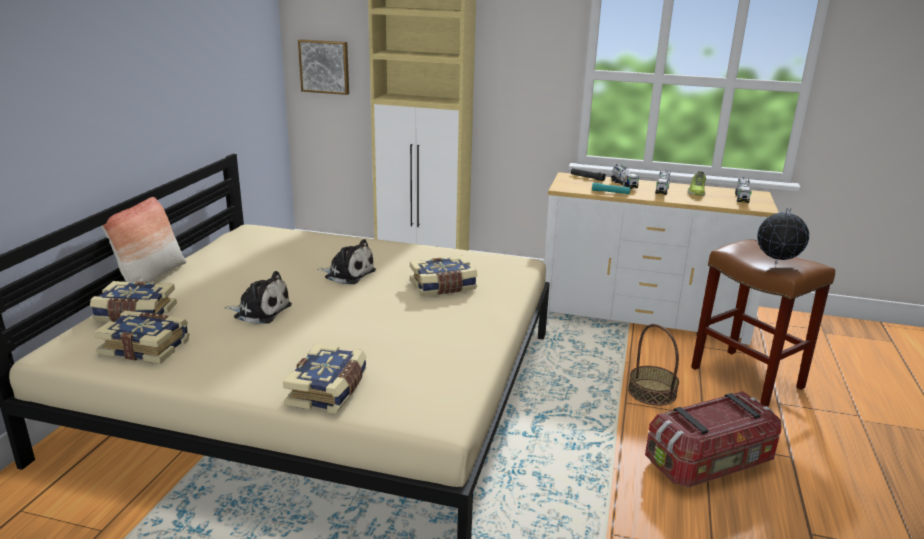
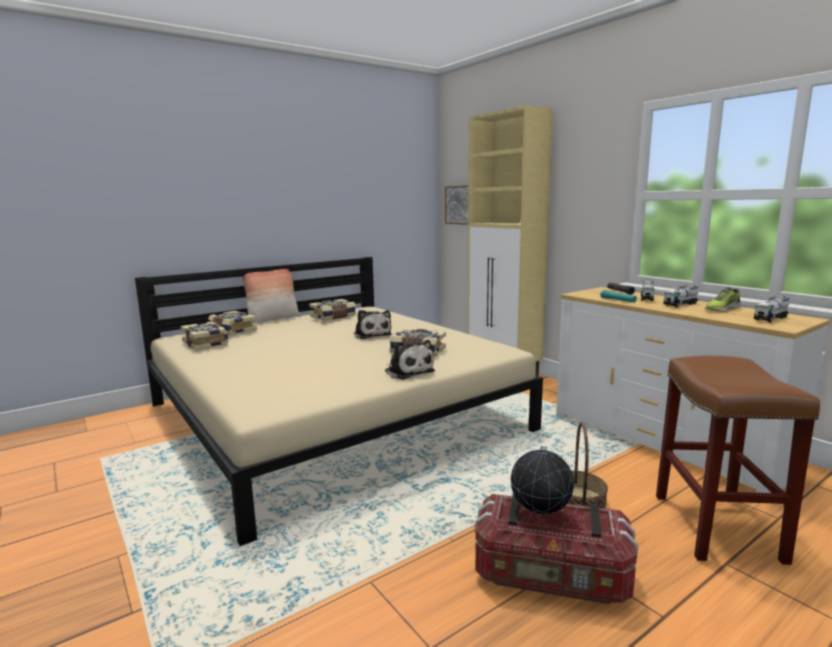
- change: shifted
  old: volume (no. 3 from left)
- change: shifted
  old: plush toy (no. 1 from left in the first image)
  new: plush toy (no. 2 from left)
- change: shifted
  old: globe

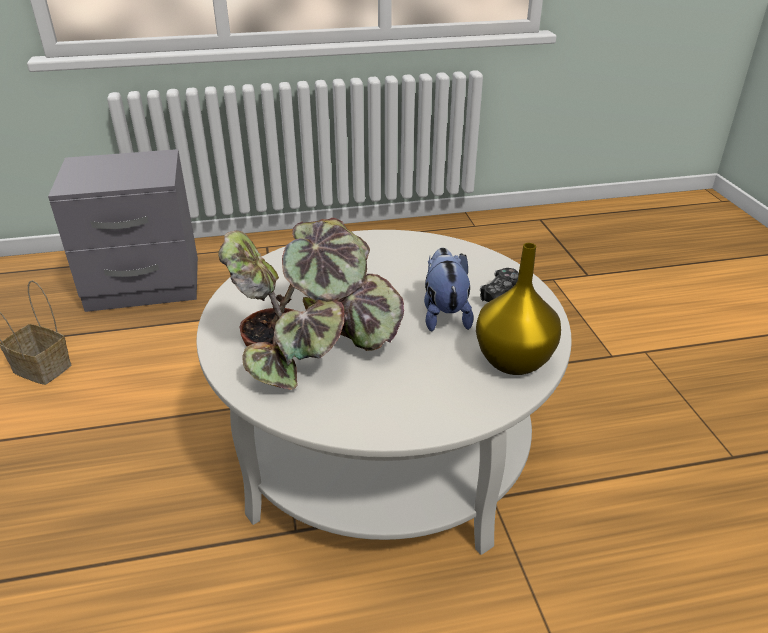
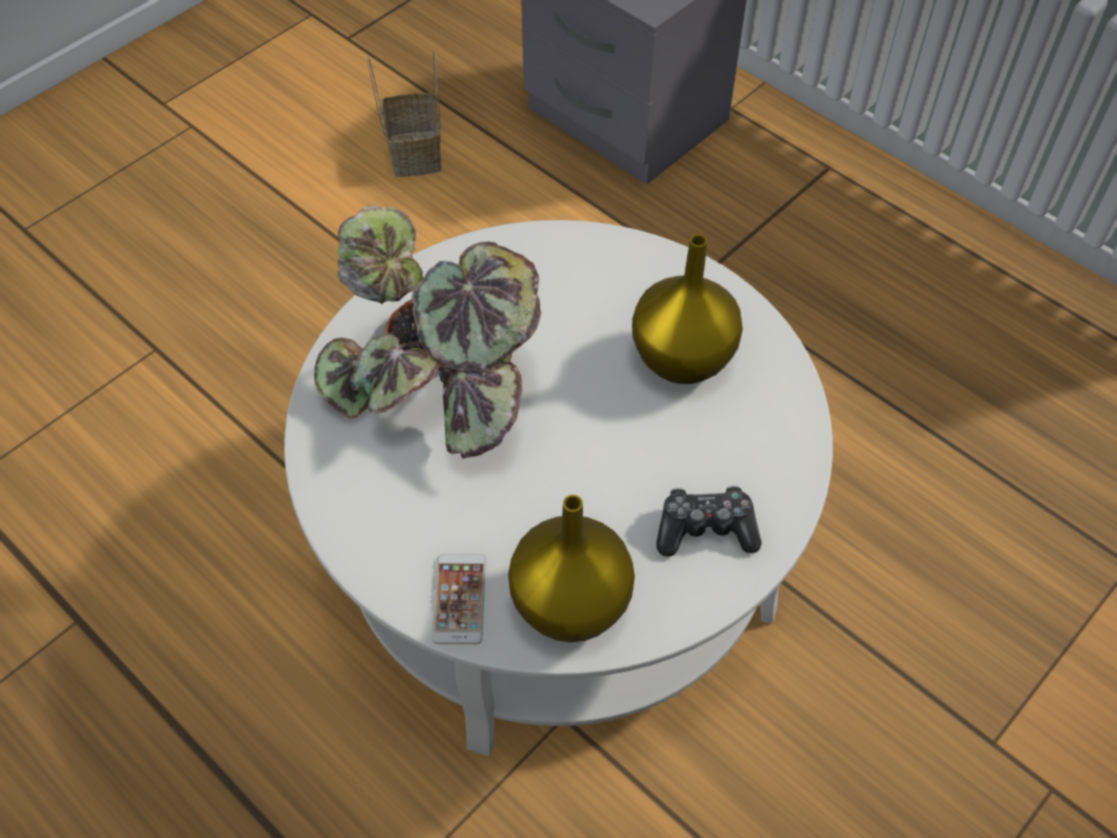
- change: new
  new: handset
- change: new
  new: yellow-coloured vase (no. 2 from left)
- change: gone
  old: plush toy

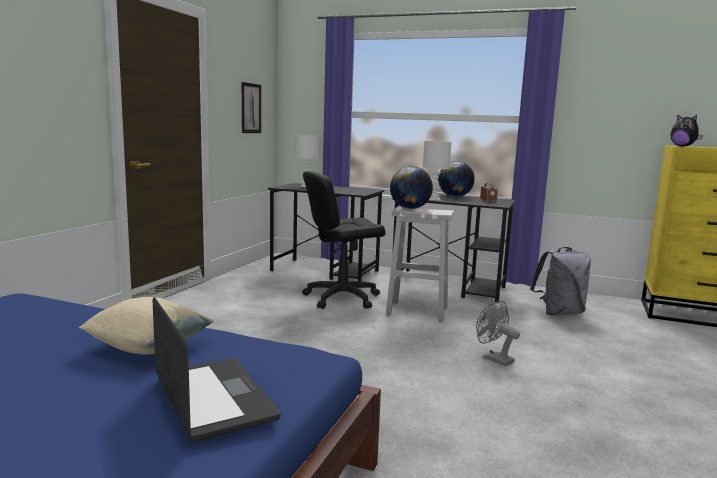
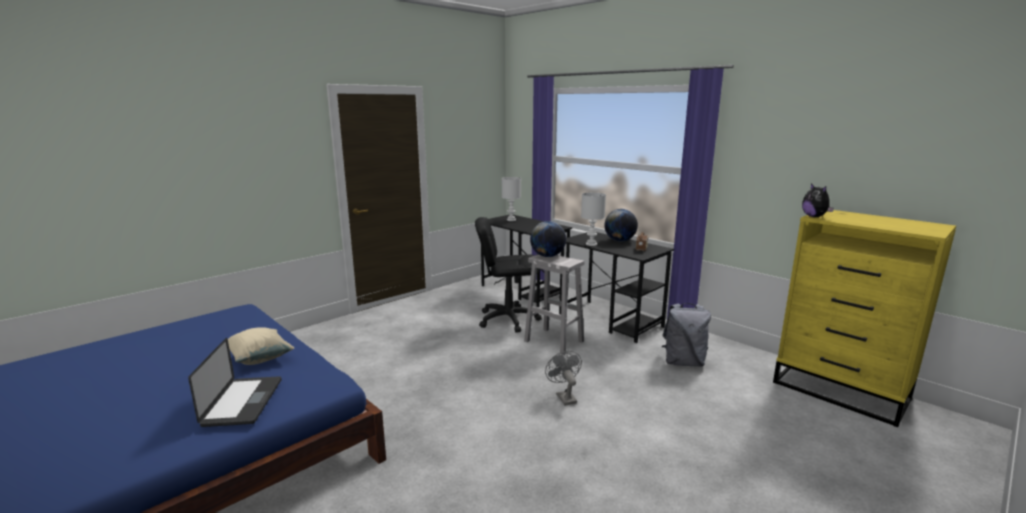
- change: gone
  old: wall art

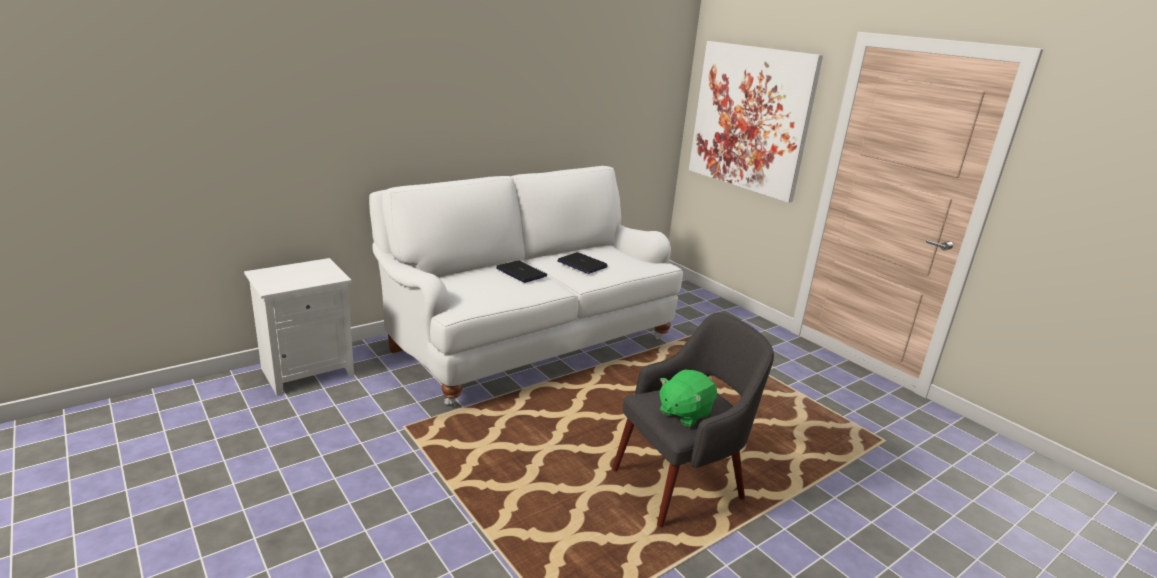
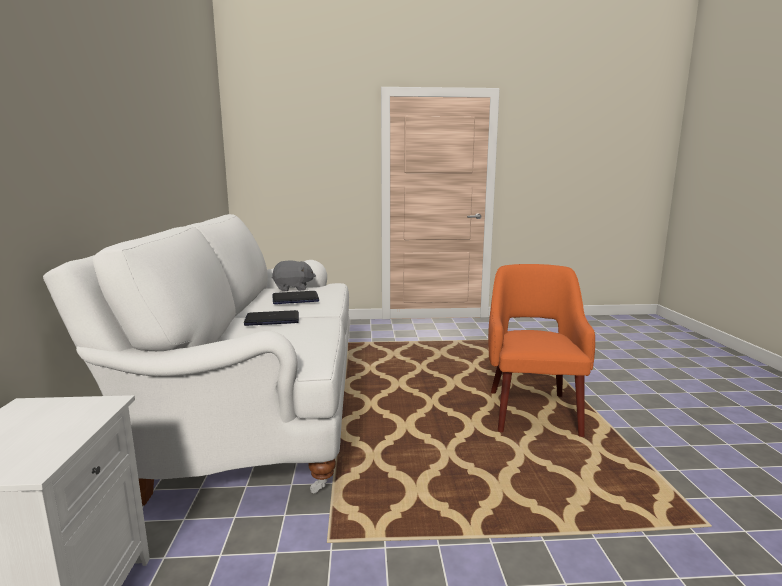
- change: new
  new: grey plush toy
- change: repainted
  old: grey armchair
  new: orangey armchair
- change: gone
  old: green-coloured plush toy
- change: gone
  old: wall art

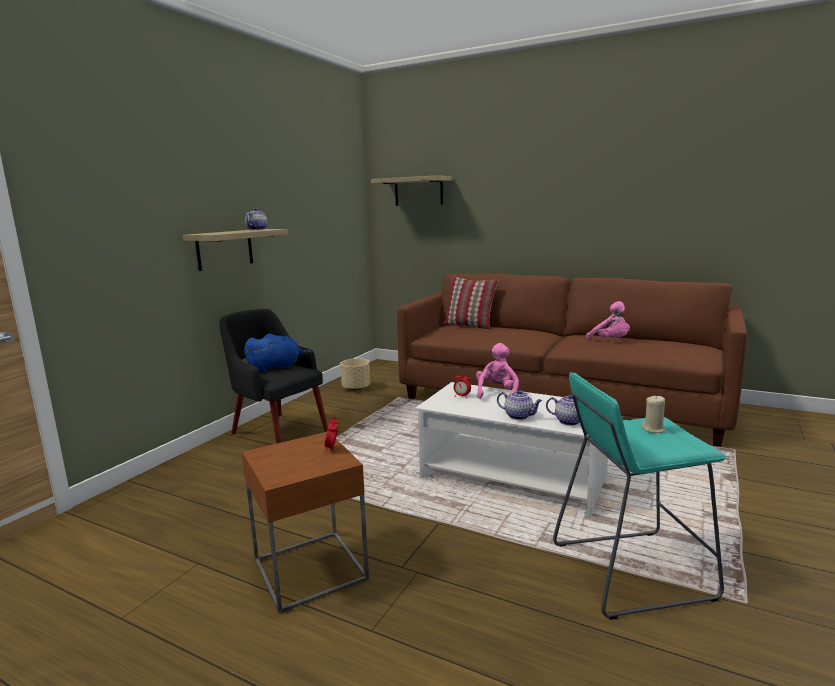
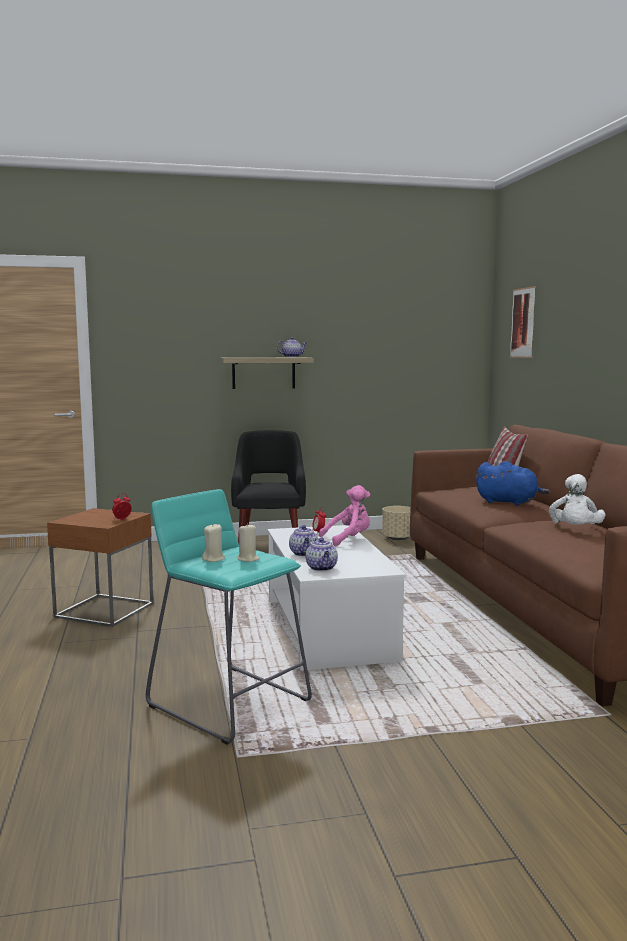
- change: new
  new: beige wax candle (no. 1 from left)
- change: shifted
  old: bluish plush toy
- change: swapped
  old: wall shelf (no. 2 from left)
  new: wall art
- change: repainted
  old: pink-coloured plush toy (no. 2 from left)
  new: white-coloured plush toy

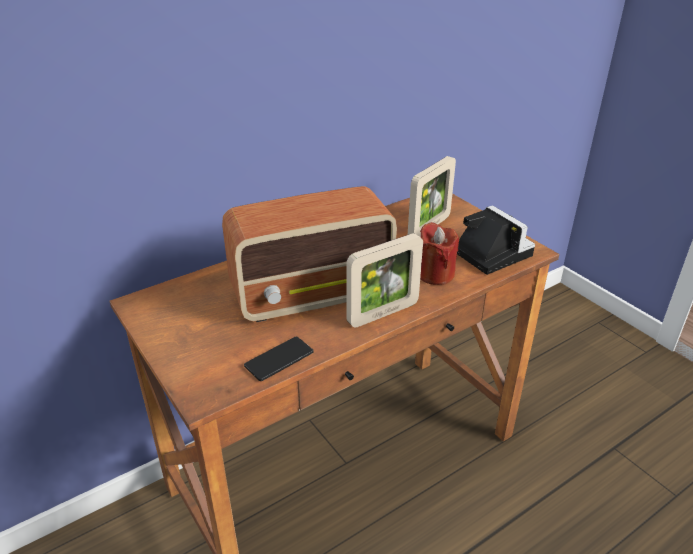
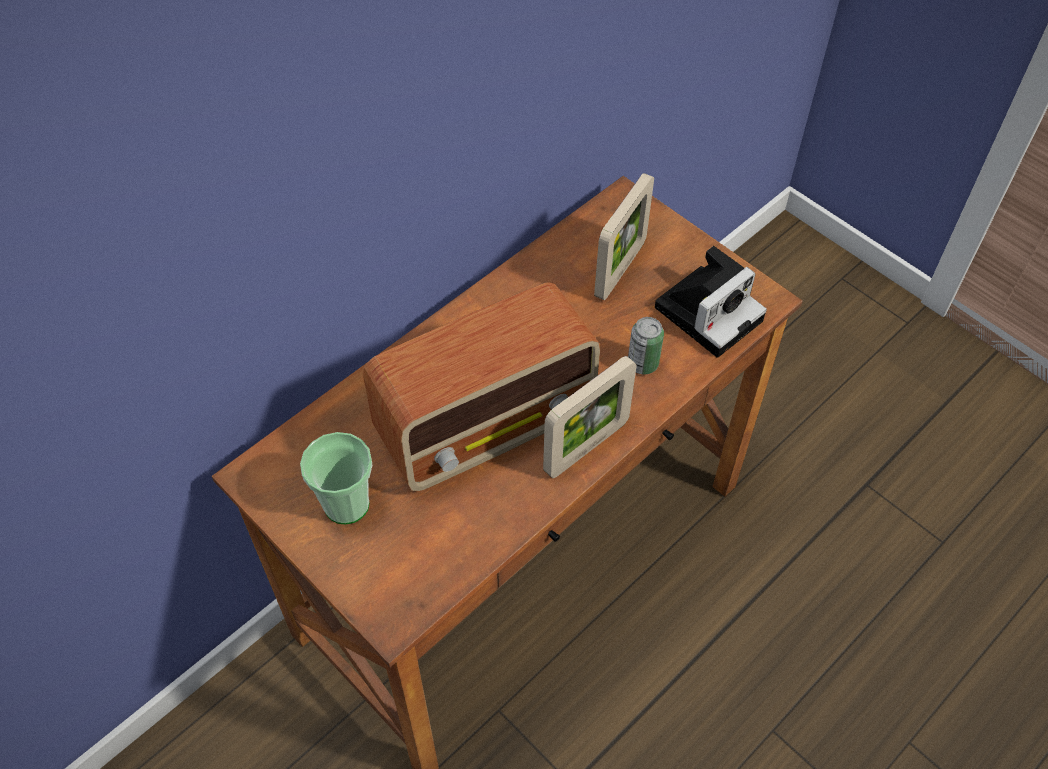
- change: new
  new: cup
- change: swapped
  old: reddish wax candle
  new: metal can
- change: rotated
  old: photo camera
  degrees: 90
- change: gone
  old: handset

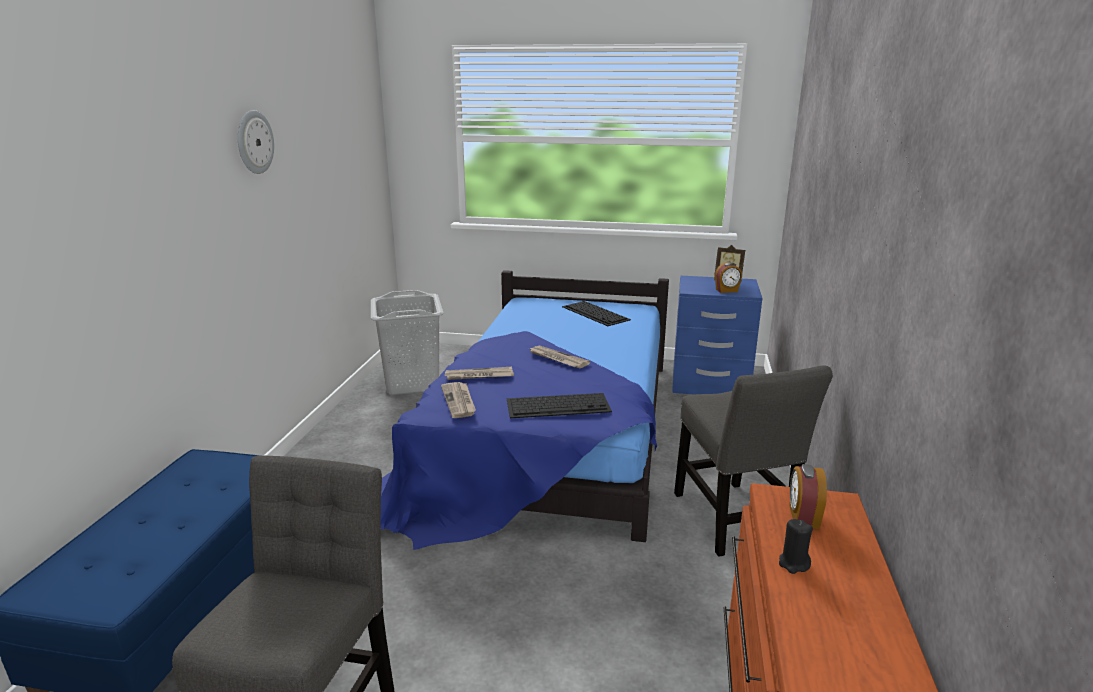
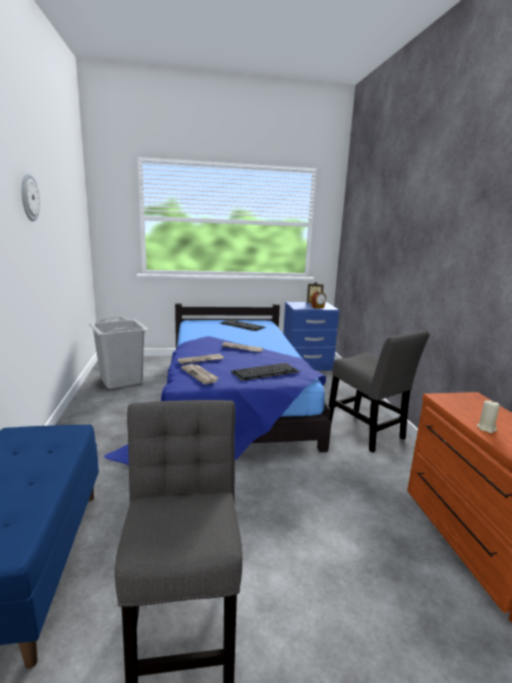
- change: repainted
  old: blackish wax candle
  new: beige wax candle
- change: gone
  old: alarm clock (no. 2 from left)

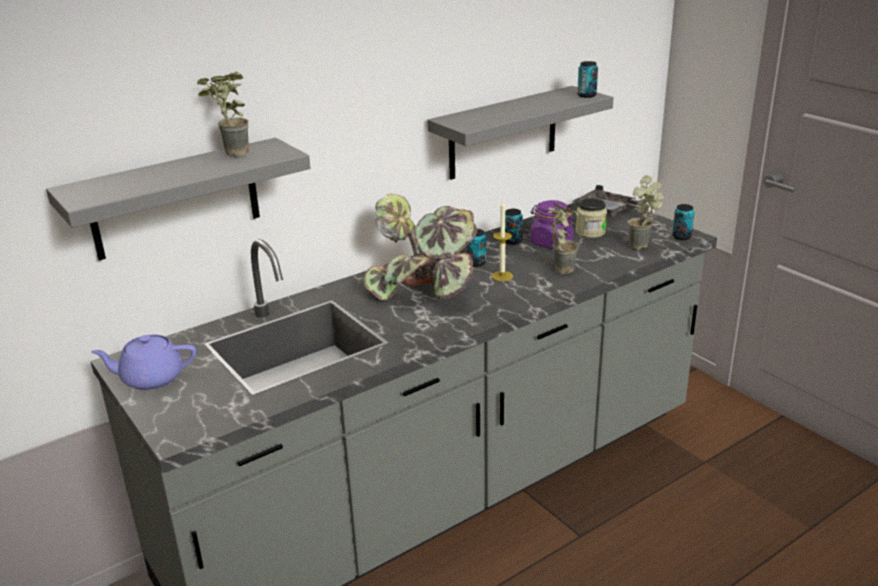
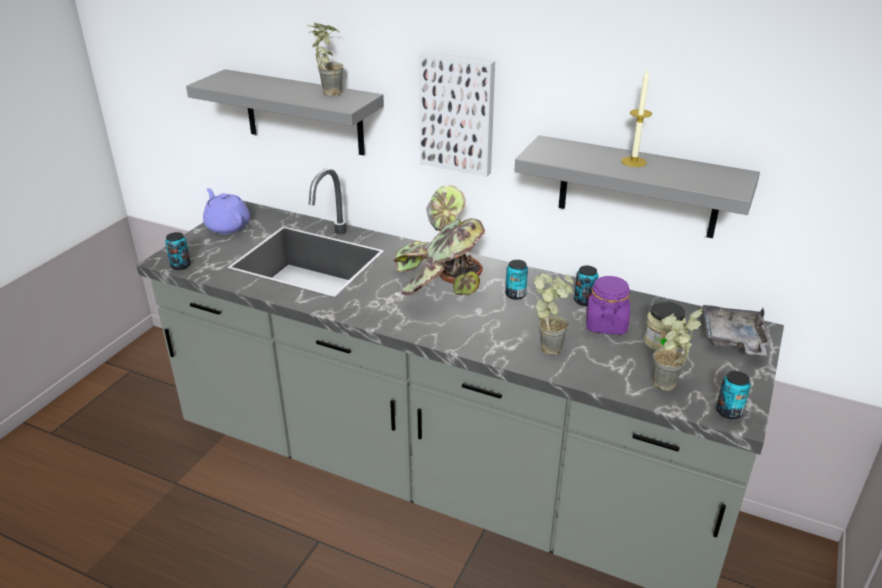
- change: shifted
  old: metal can (no. 3 from left in the first image)
  new: metal can (no. 1 from left)
- change: new
  new: wall art
- change: shifted
  old: wax candle

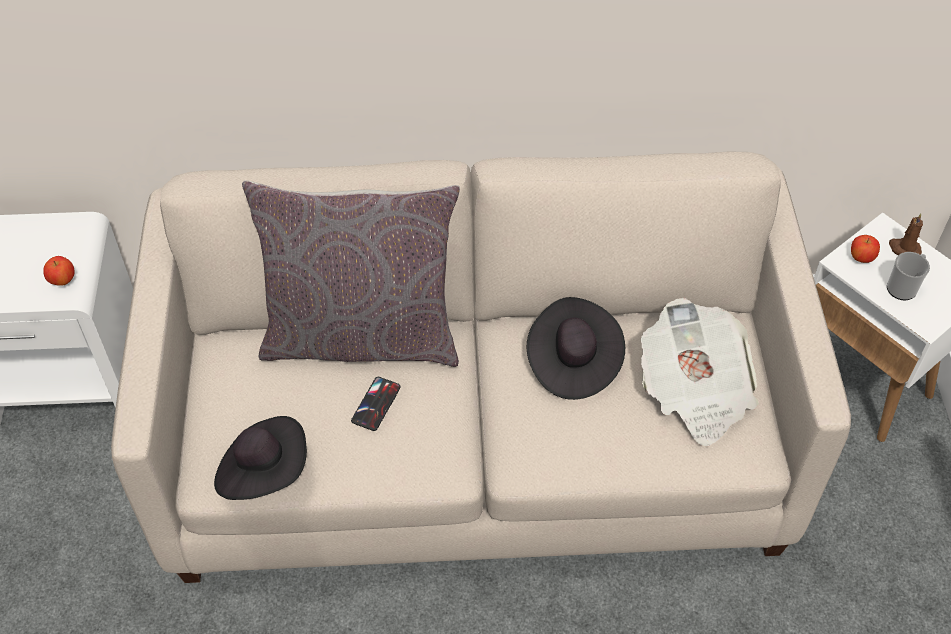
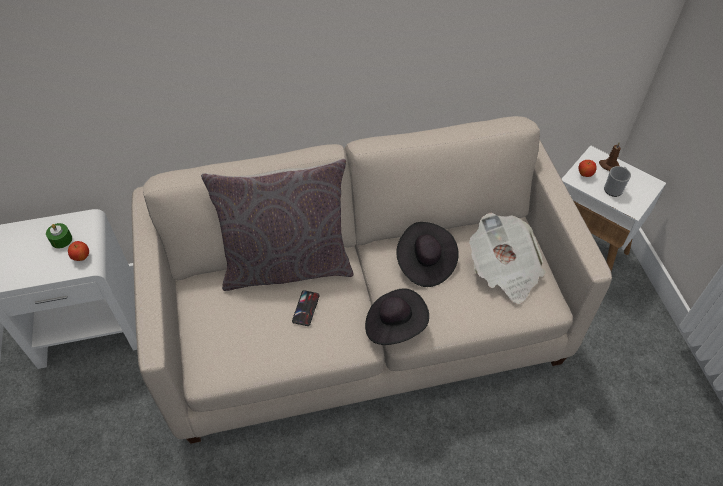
- change: new
  new: green-coloured wax candle
- change: shifted
  old: blackish wearable hat (no. 1 from left)

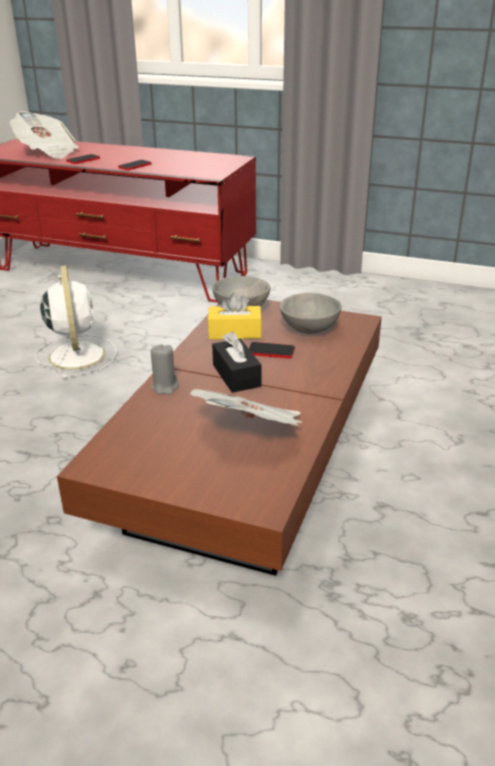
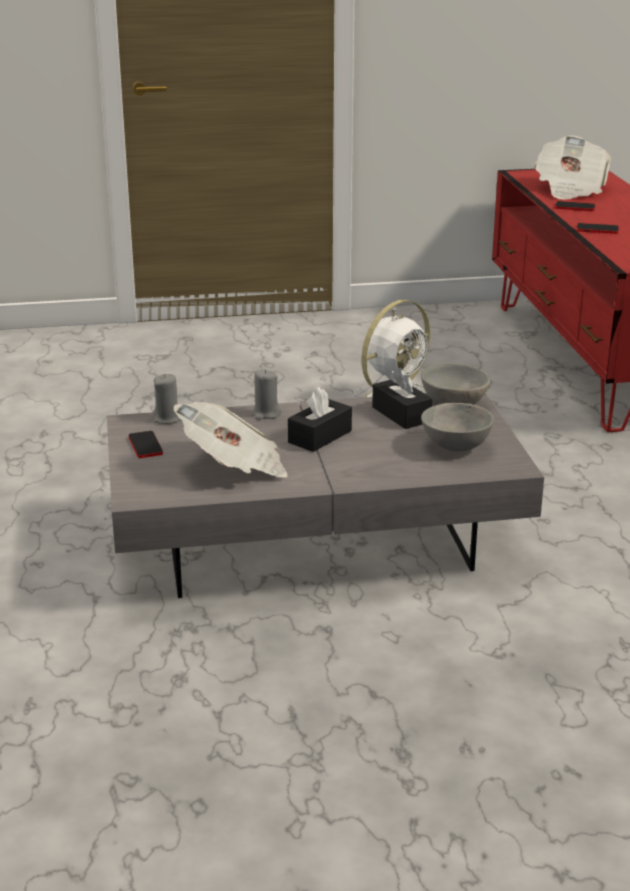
- change: repainted
  old: brownish low table
  new: grey low table
- change: shifted
  old: handset (no. 3 from left in the first image)
  new: handset (no. 1 from left)
- change: new
  new: grey wax candle (no. 1 from left)
- change: repainted
  old: yellow-coloured tissue holder
  new: blackish tissue holder (no. 2 from left)

